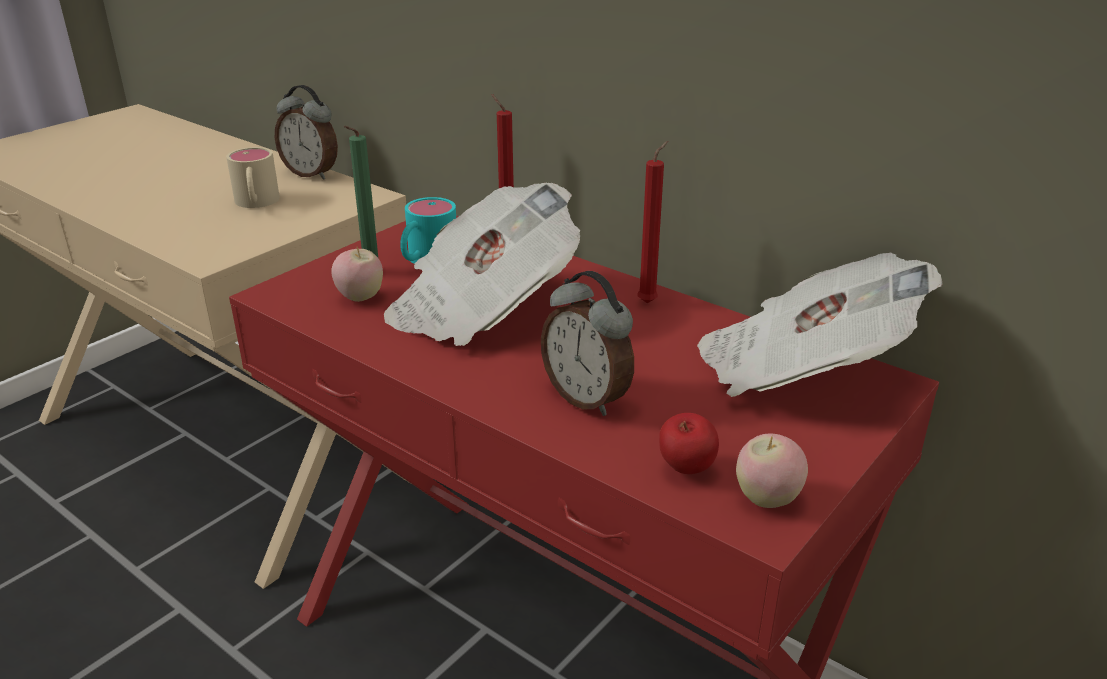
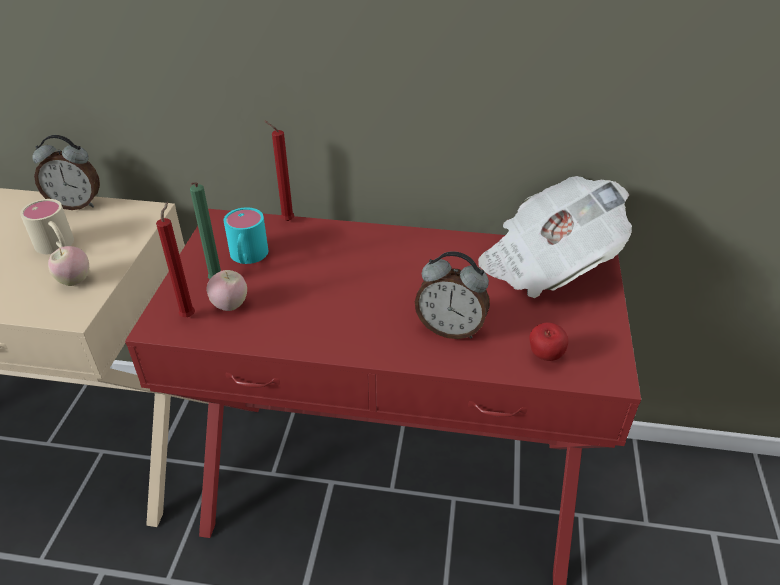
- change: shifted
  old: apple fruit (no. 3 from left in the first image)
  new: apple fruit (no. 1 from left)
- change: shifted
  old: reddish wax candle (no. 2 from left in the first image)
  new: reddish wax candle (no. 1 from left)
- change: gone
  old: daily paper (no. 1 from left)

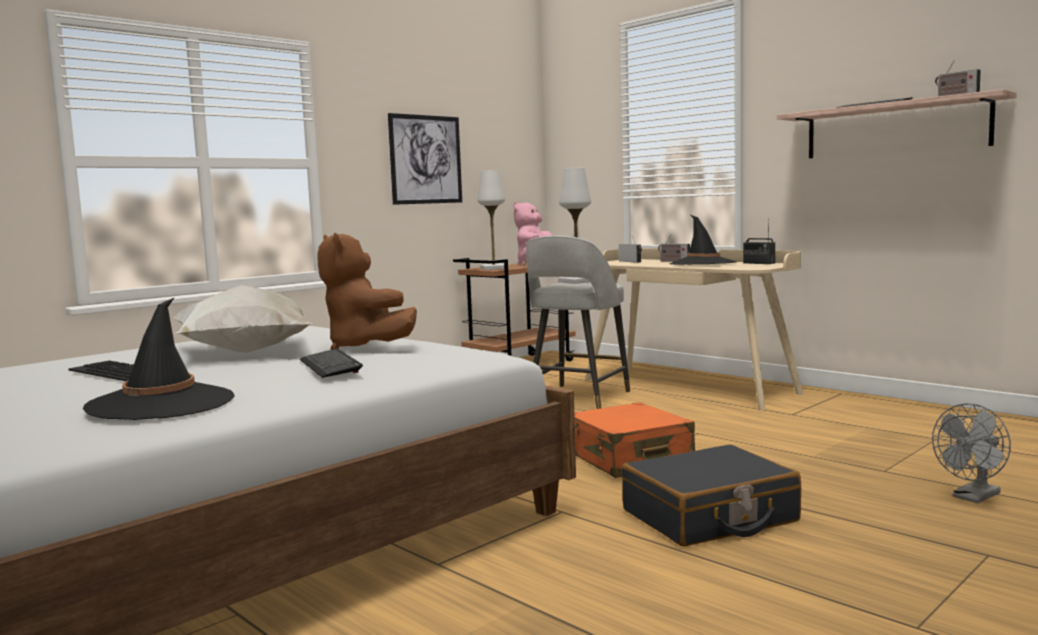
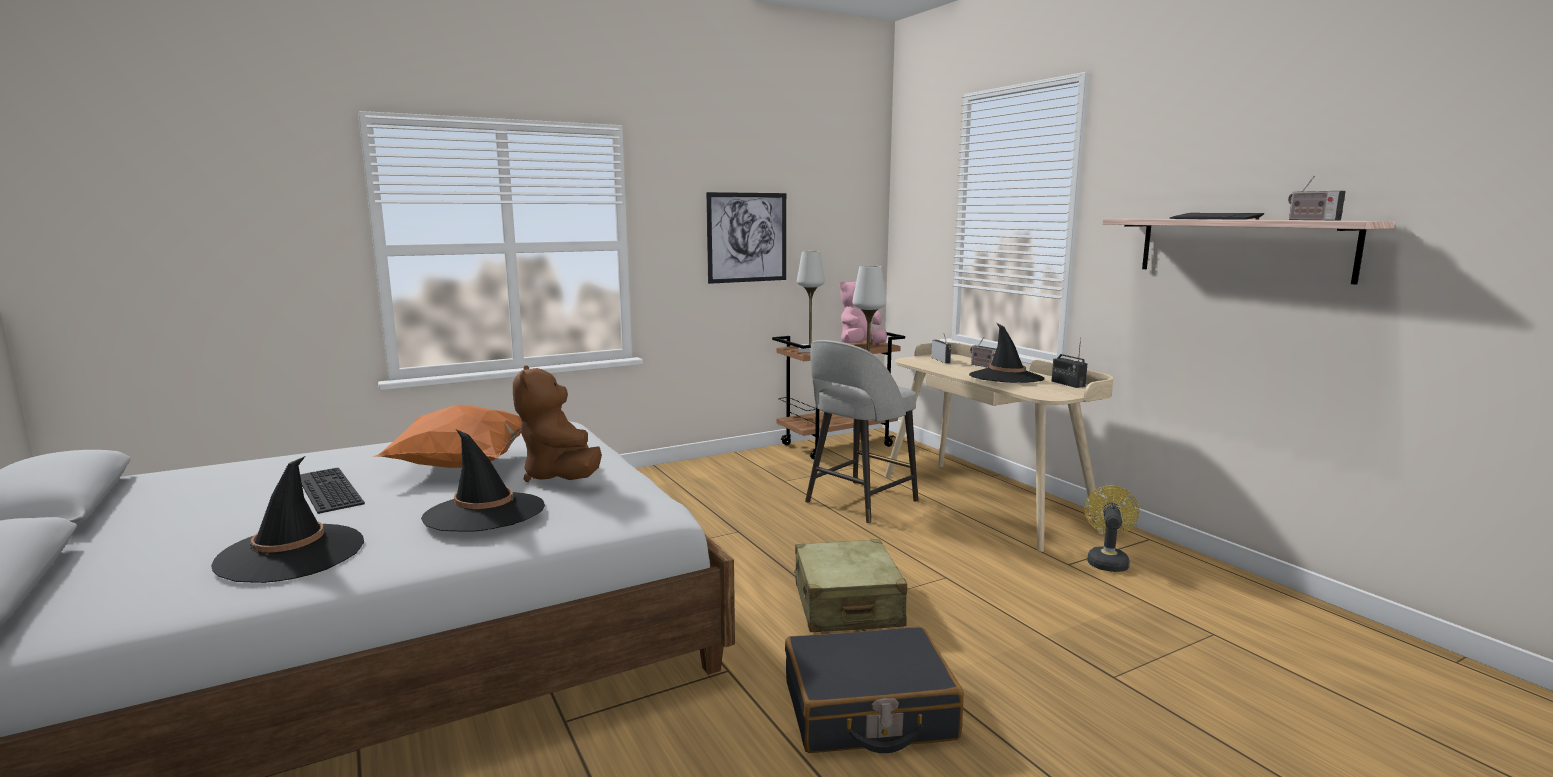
- change: repainted
  old: white-coloured cushion
  new: orangey cushion
- change: swapped
  old: computer keyboard (no. 2 from left)
  new: blackish wearable hat (no. 2 from left)
- change: repainted
  old: orangey suitcase
  new: beige suitcase
- change: new
  new: yellow-coloured electric fan
- change: gone
  old: grey electric fan

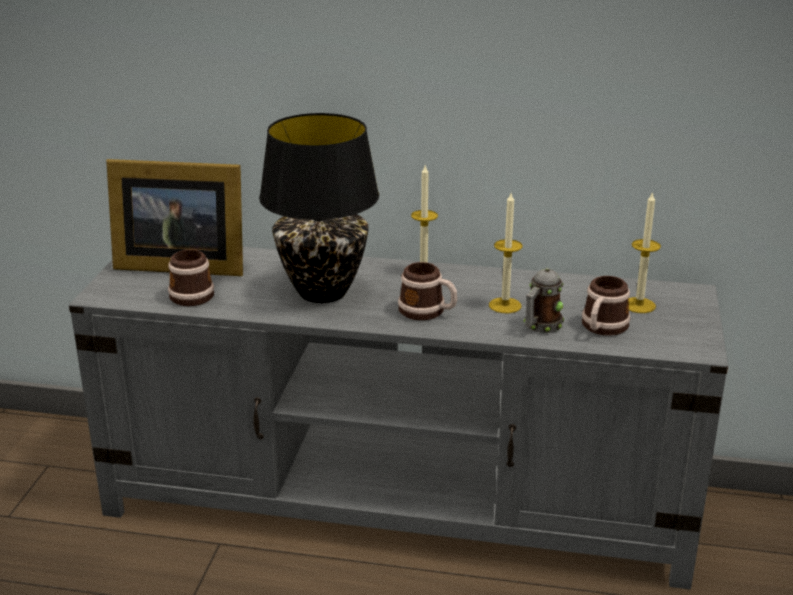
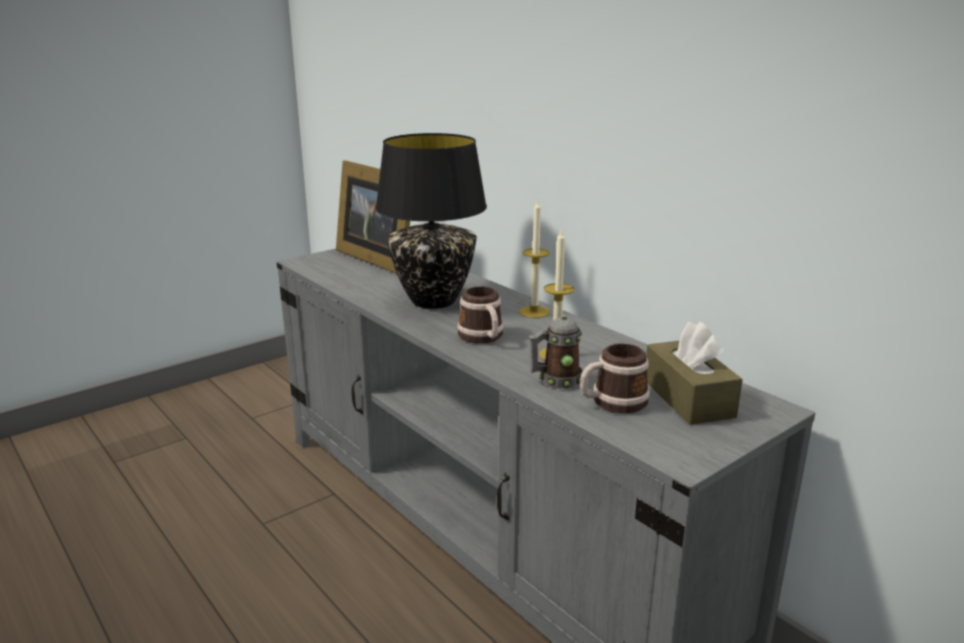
- change: swapped
  old: wax candle (no. 3 from left)
  new: brownish tissue holder
- change: gone
  old: tea mug (no. 1 from left)

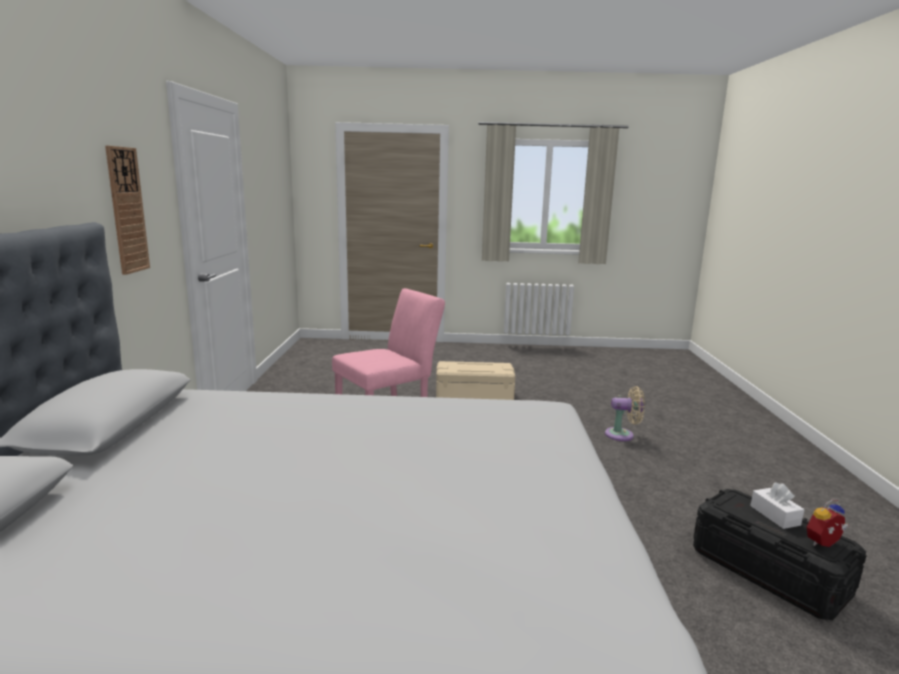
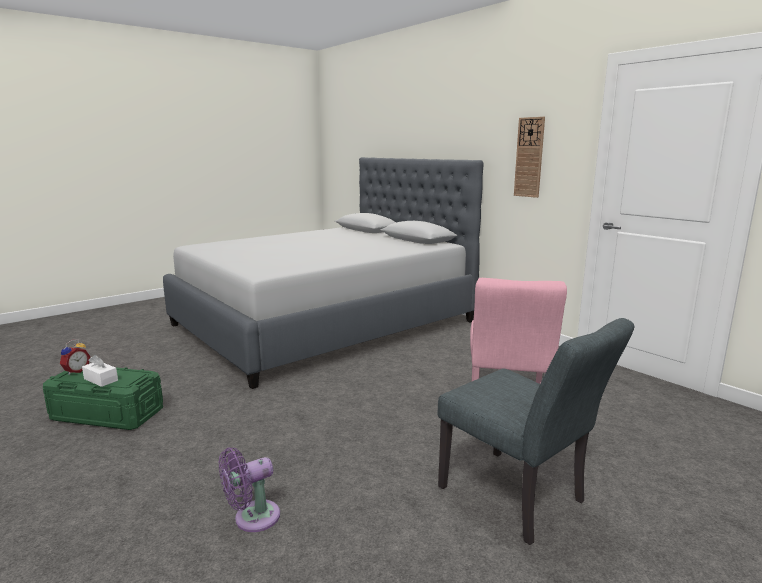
- change: repainted
  old: blackish storage bin
  new: green-coloured storage bin
- change: repainted
  old: beige electric fan
  new: purplish electric fan
- change: swapped
  old: beige storage bin
  new: grey upright chair

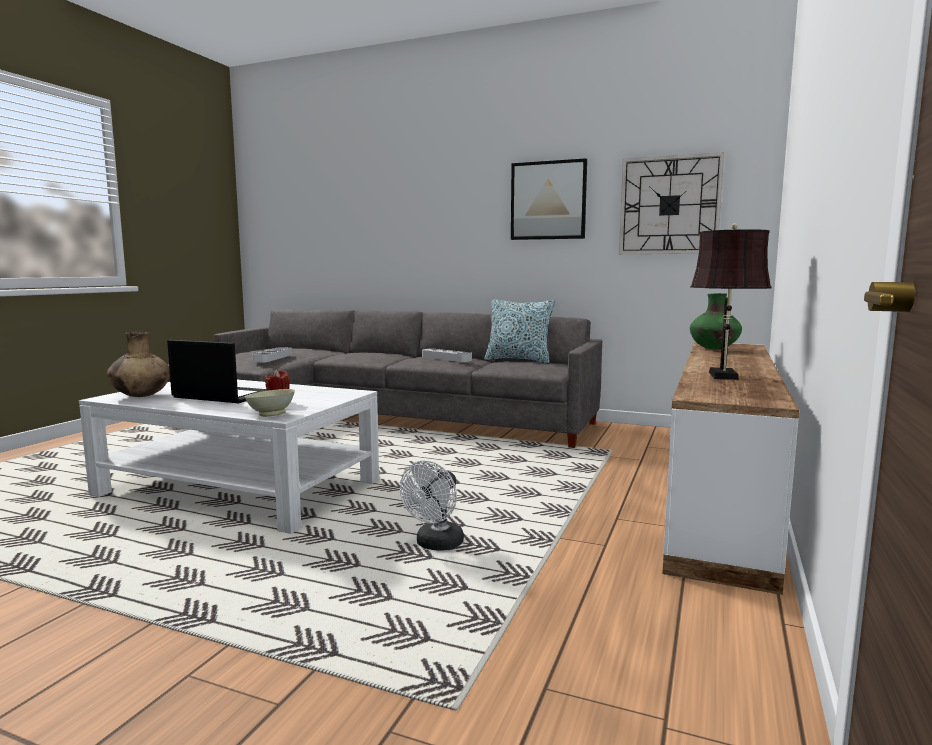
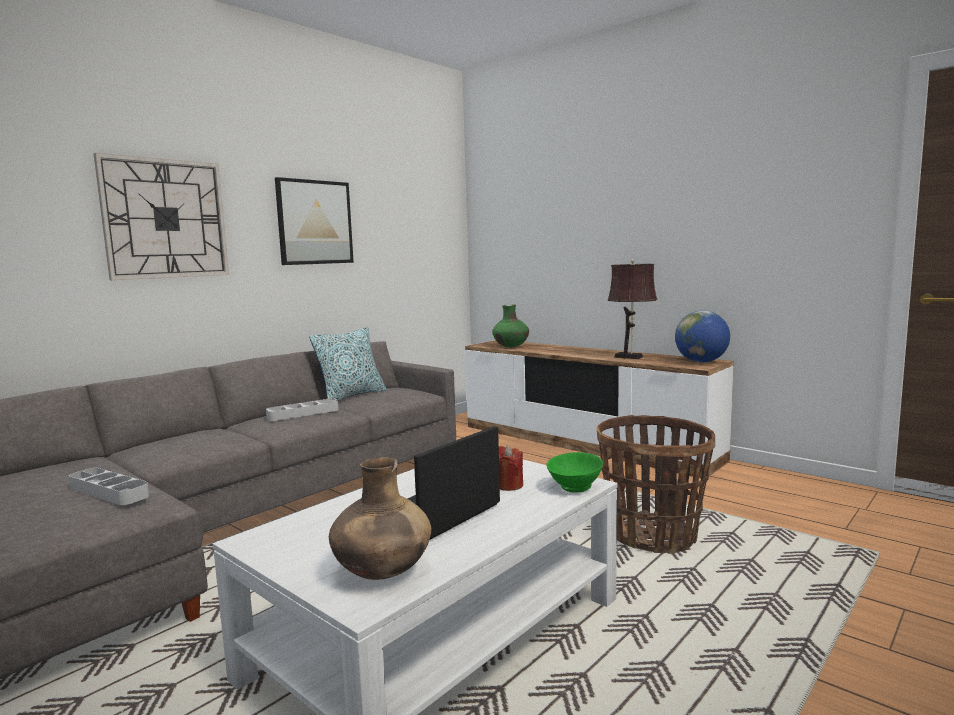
- change: shifted
  old: hanging clock
- change: repainted
  old: beige serving bowl
  new: green-coloured serving bowl
- change: swapped
  old: white-coloured electric fan
  new: household basket
- change: new
  new: globe

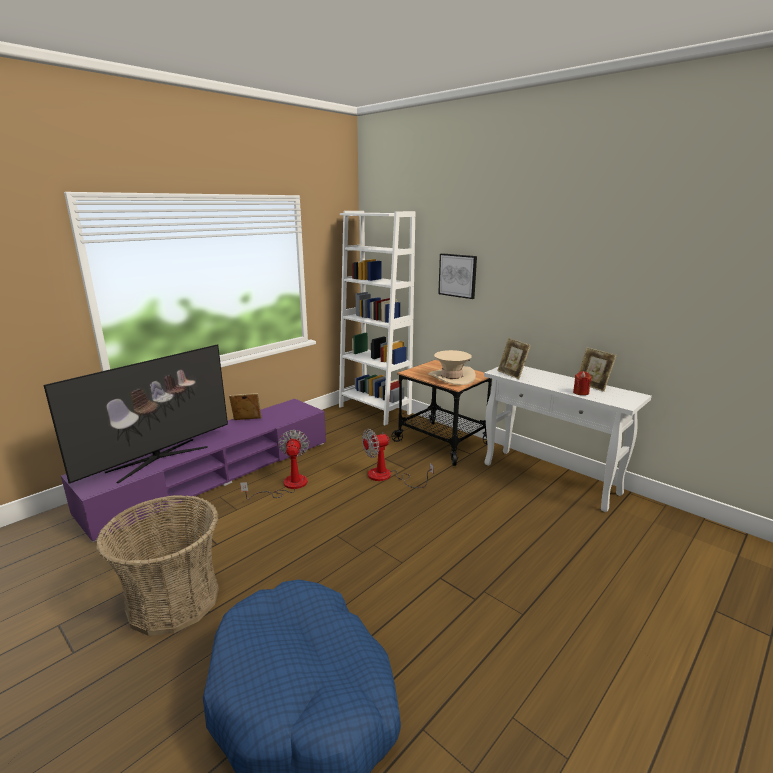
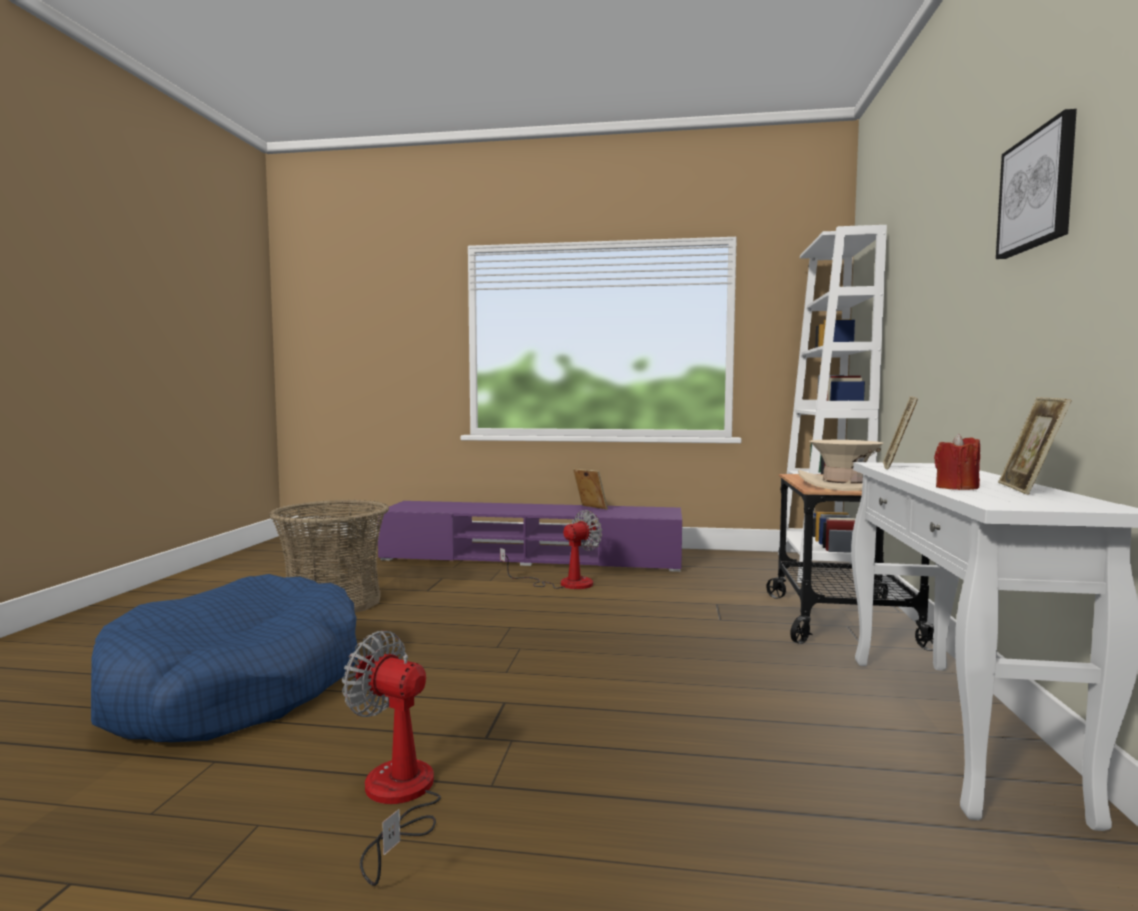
- change: shifted
  old: electric fan (no. 2 from left in the first image)
  new: electric fan (no. 1 from left)
- change: shifted
  old: wall art
- change: gone
  old: TV set

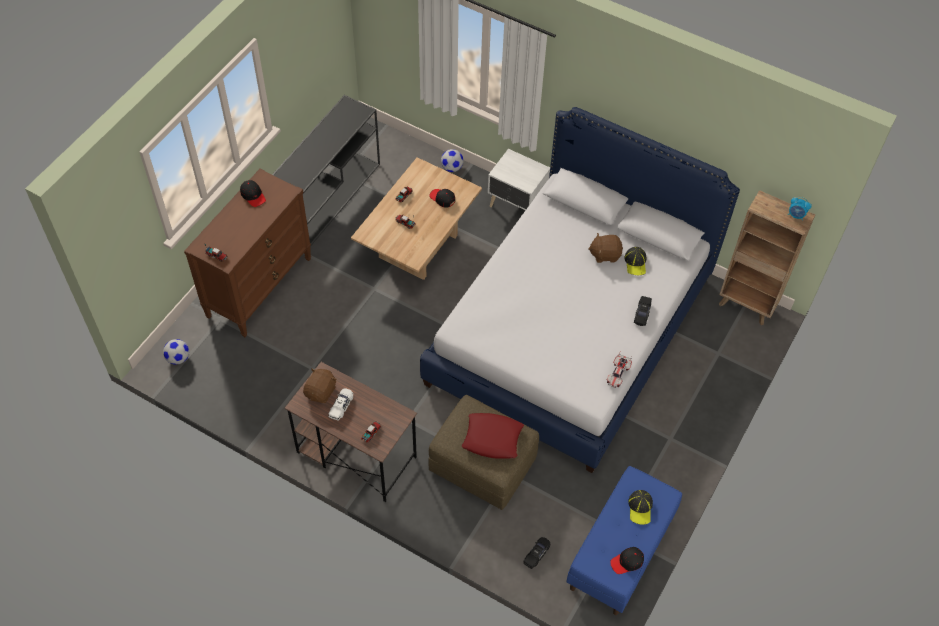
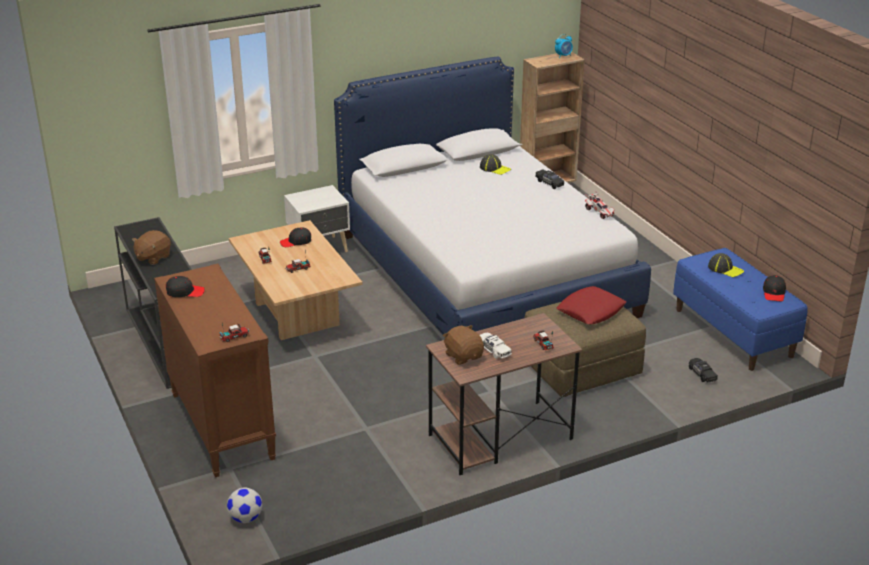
- change: shifted
  old: brownish plush toy (no. 2 from left in the first image)
  new: brownish plush toy (no. 1 from left)
- change: gone
  old: football ball (no. 2 from left)

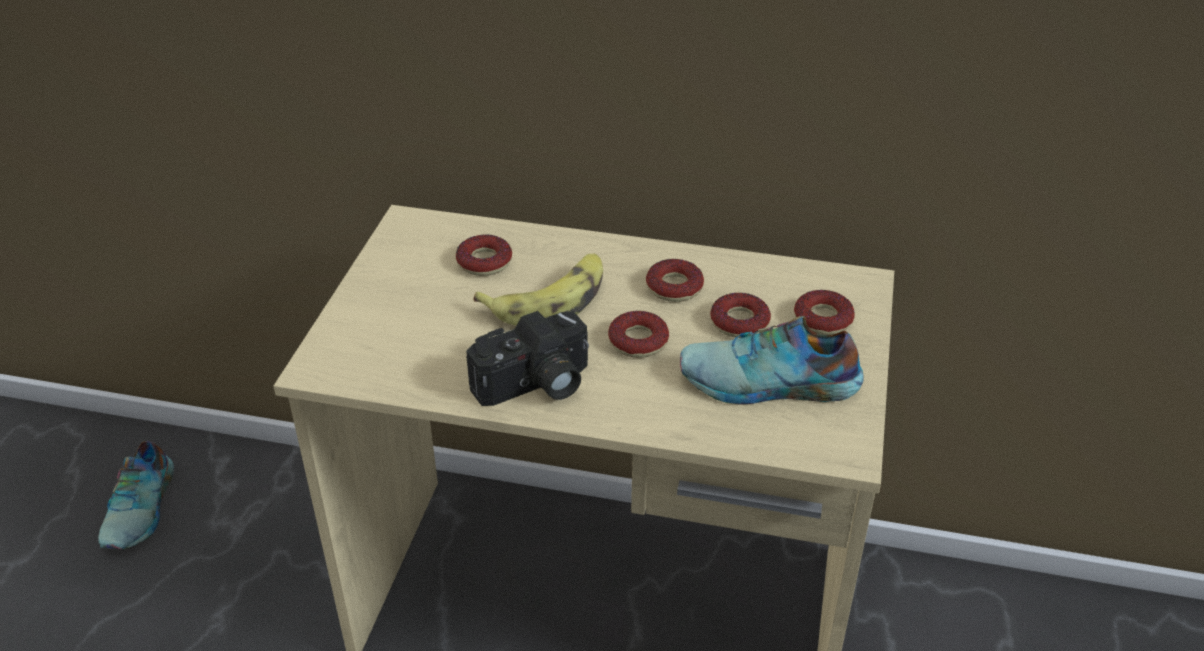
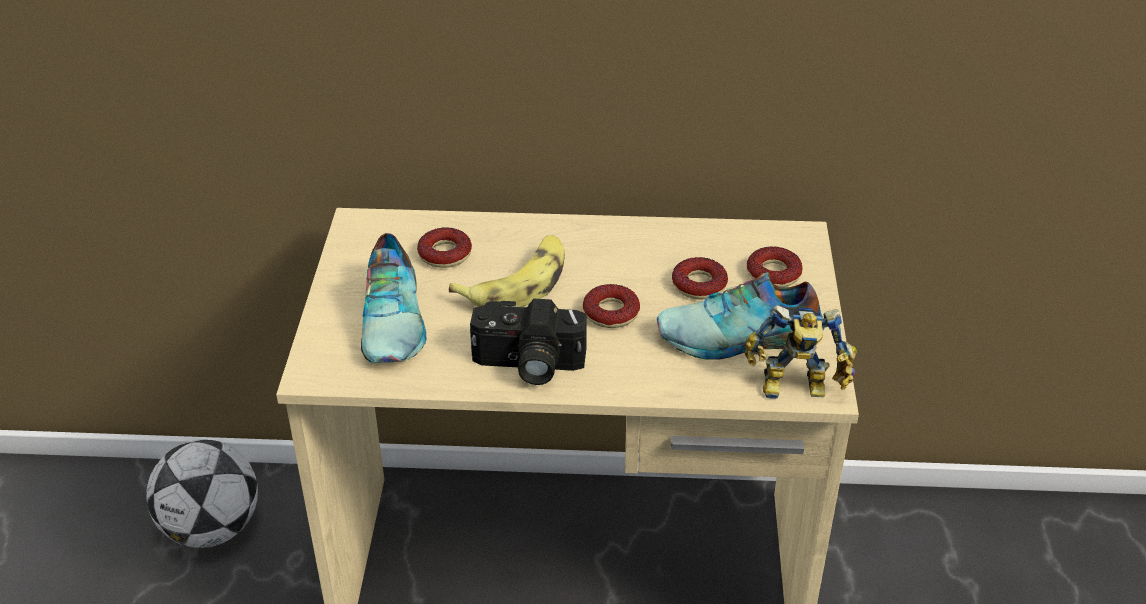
- change: new
  new: football ball
- change: shifted
  old: shoe (no. 1 from left)
- change: rotated
  old: photo camera
  degrees: 45
- change: new
  new: model robot
- change: gone
  old: donut (no. 3 from left)

